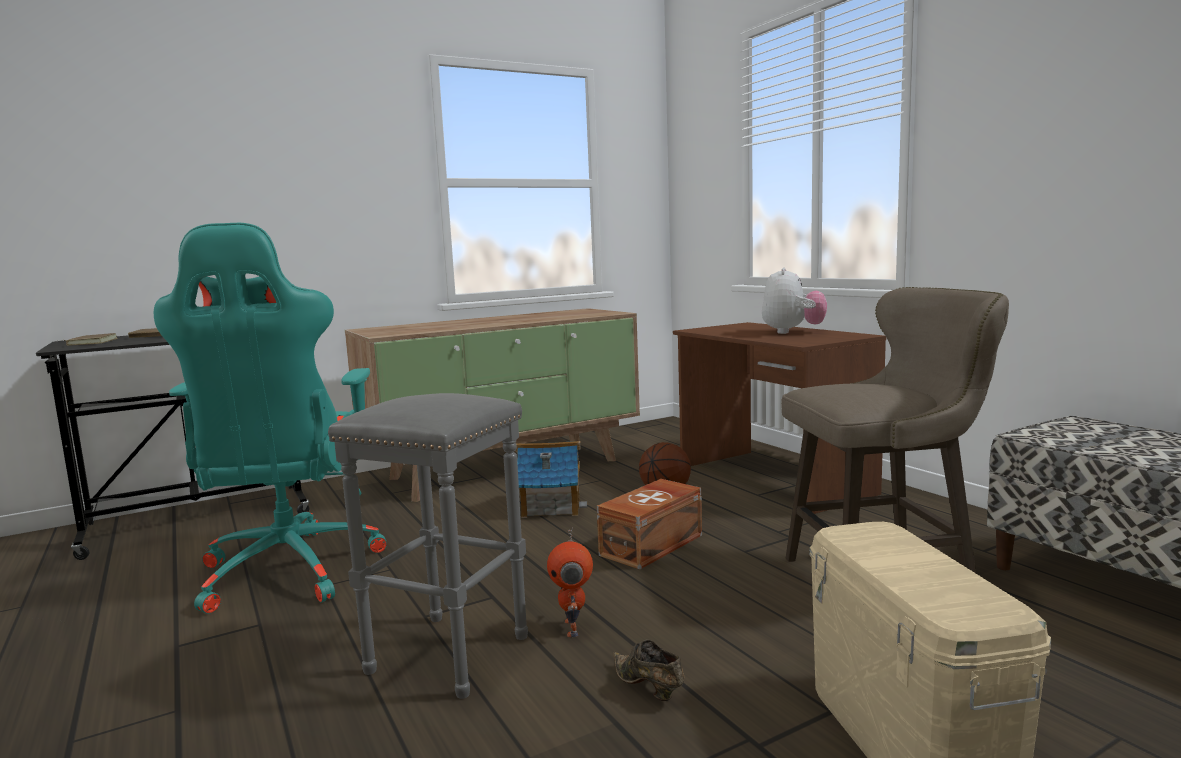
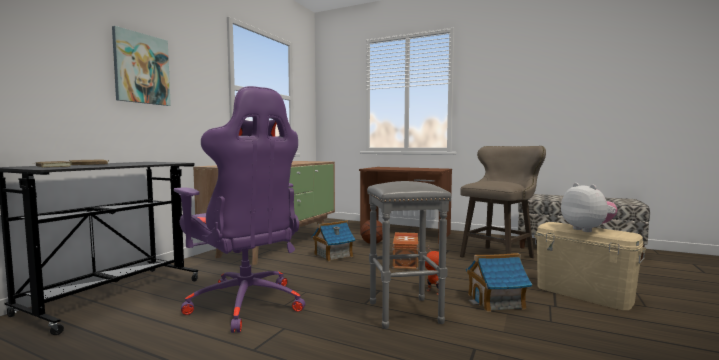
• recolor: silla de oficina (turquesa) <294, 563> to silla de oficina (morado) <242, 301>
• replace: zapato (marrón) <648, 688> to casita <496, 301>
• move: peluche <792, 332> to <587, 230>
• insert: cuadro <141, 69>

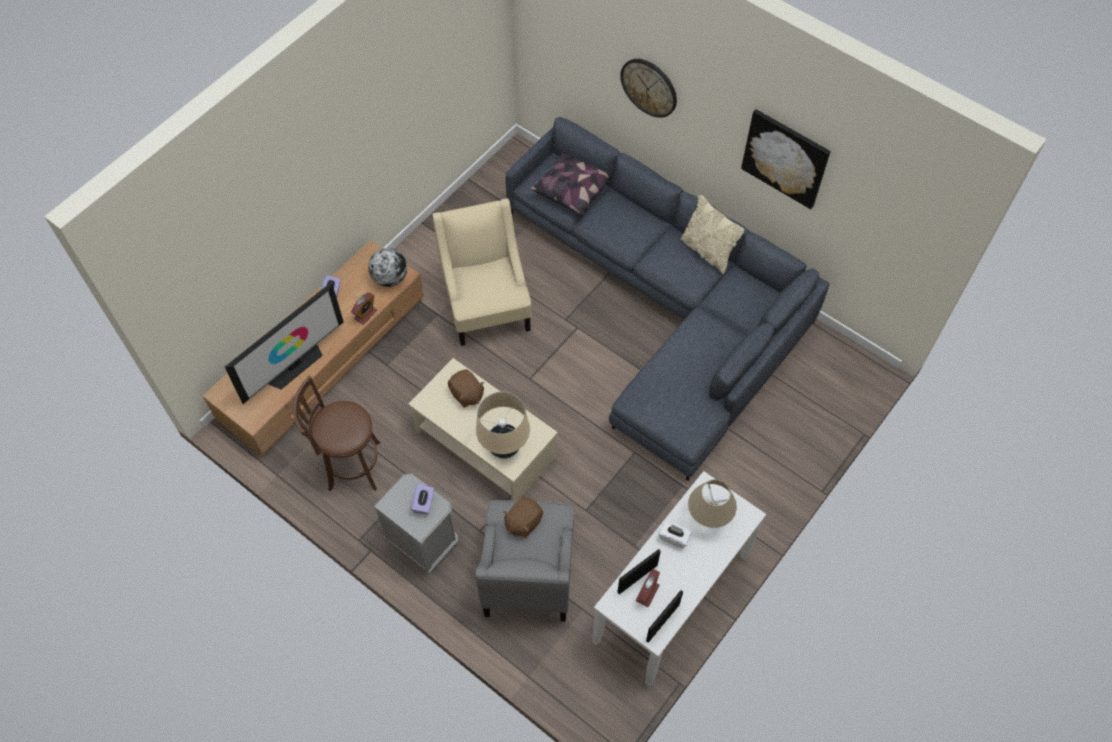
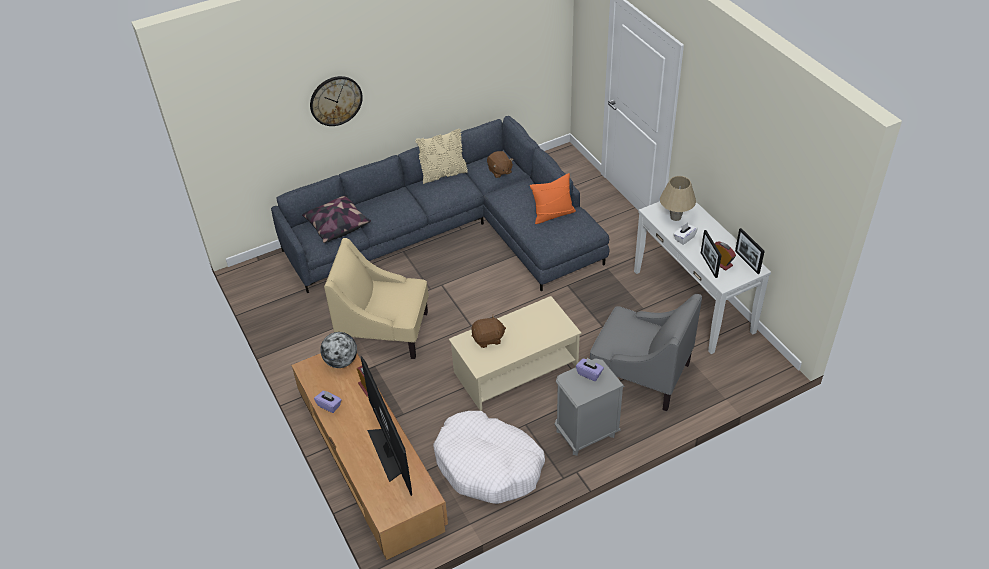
• replace: taburete (marrón) <350, 465> to cama para perro (blanco) <488, 465>
• delete: lámpara de mesa (beis) <504, 447>
• move: peluche (marrón) <523, 522> to <499, 171>
• delete: cuadro <785, 158>
• insert: cojín (naranja) <553, 214>

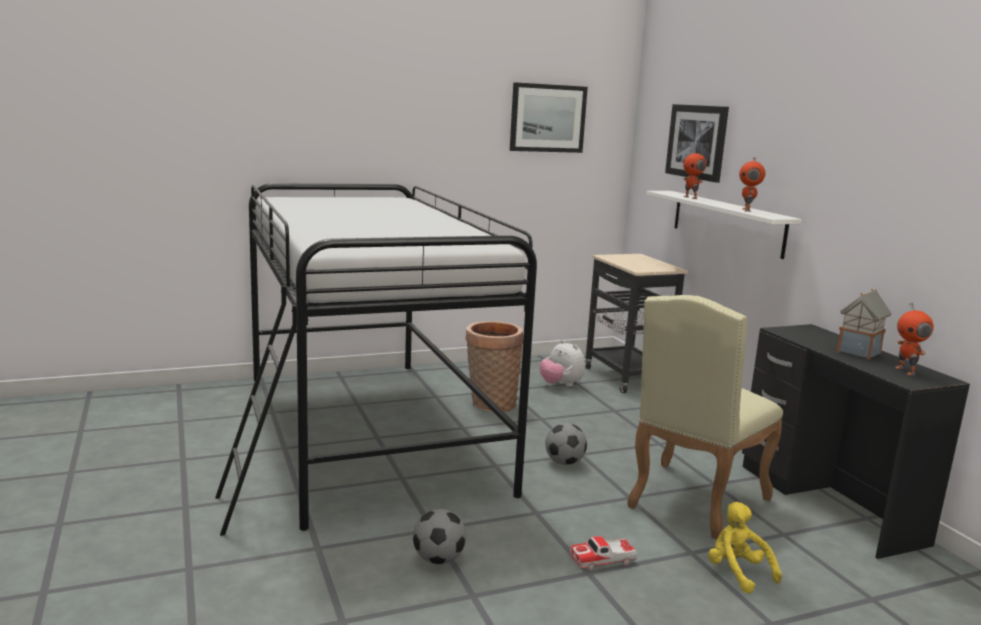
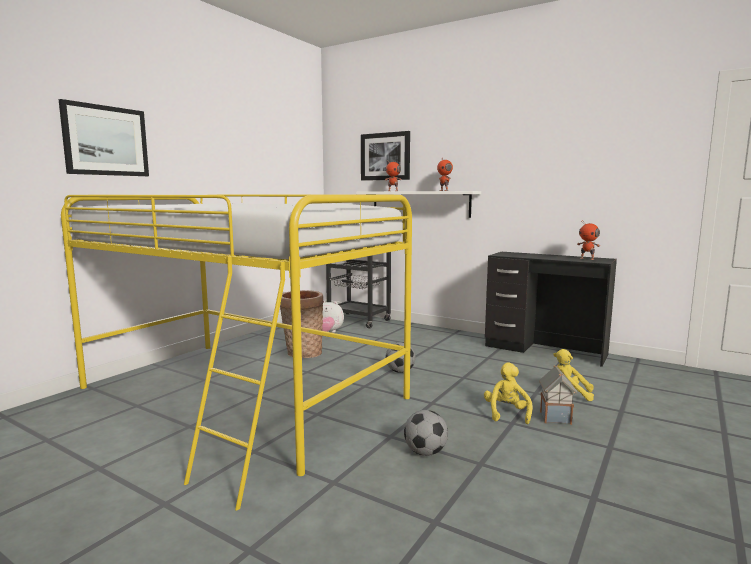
• recolor: cama (negro) <365, 432> to cama (amarillo) <241, 395>
• move: cuadro <547, 118> to <106, 141>
• replace: coche de juguete <602, 560> to peluche (amarillo) <506, 413>
• delete: silla (beis) <692, 502>
• move: casita <858, 352> to <555, 417>

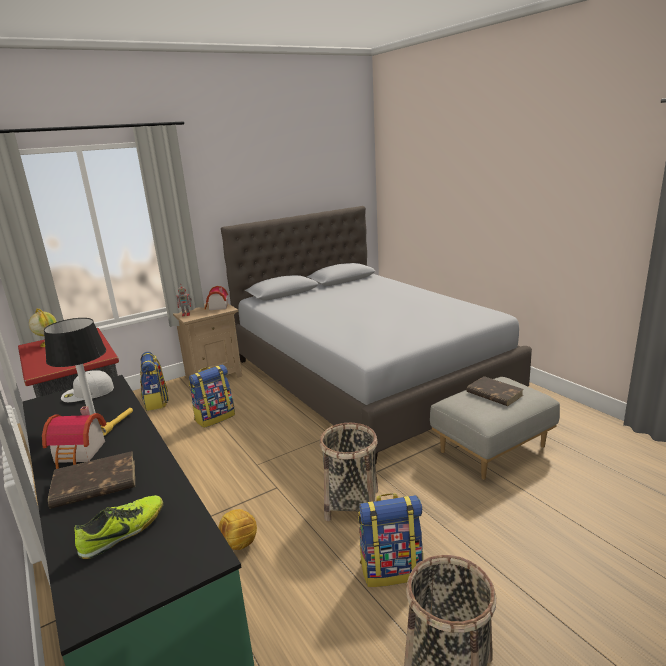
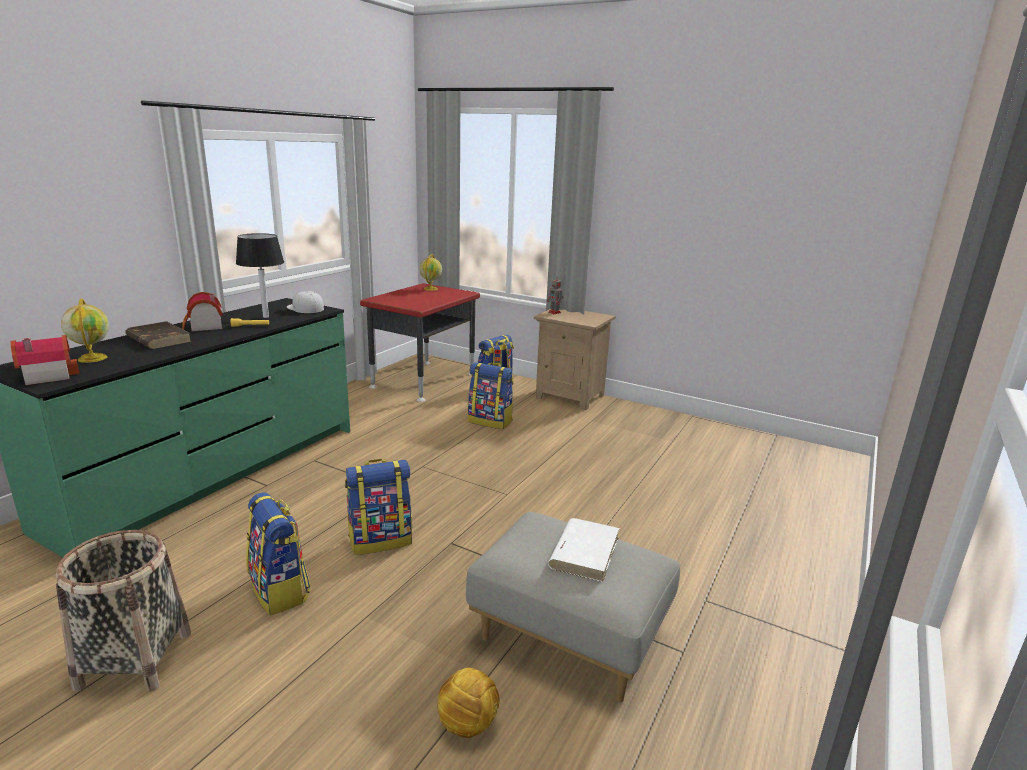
• replace: zapato <124, 532> to globo terráqueo <92, 358>
• move: casita <217, 307> to <46, 375>
• move: balón de fútbol <239, 543> to <468, 724>
• delete: cama (gris) <367, 376>
• replace: cesta <352, 504> to mochila <381, 540>
• recolor: libro (marrón) <494, 394> to libro (blanco) <584, 552>

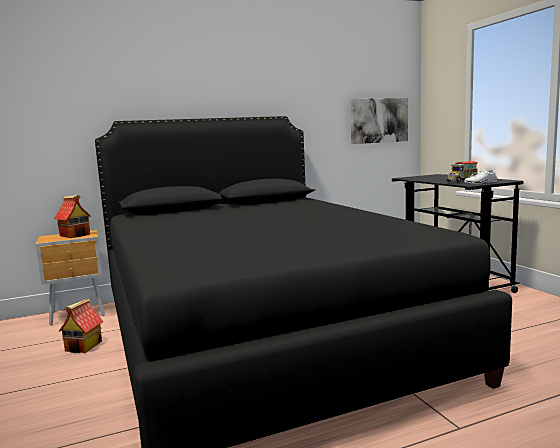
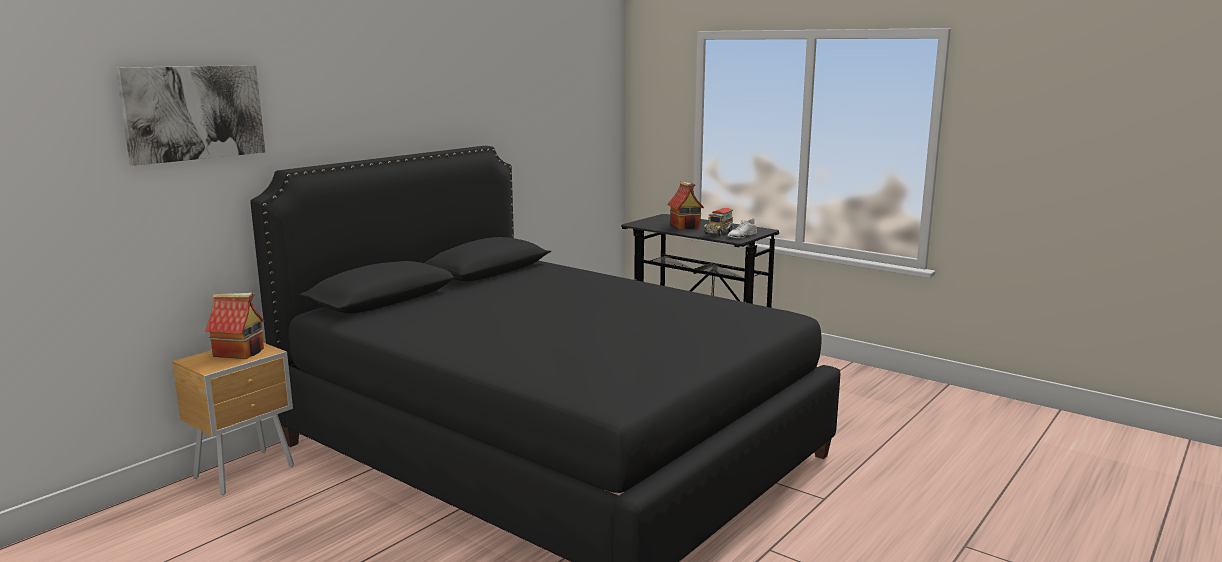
• move: casita <84, 346> to <685, 226>
• move: cuadro <379, 120> to <193, 112>

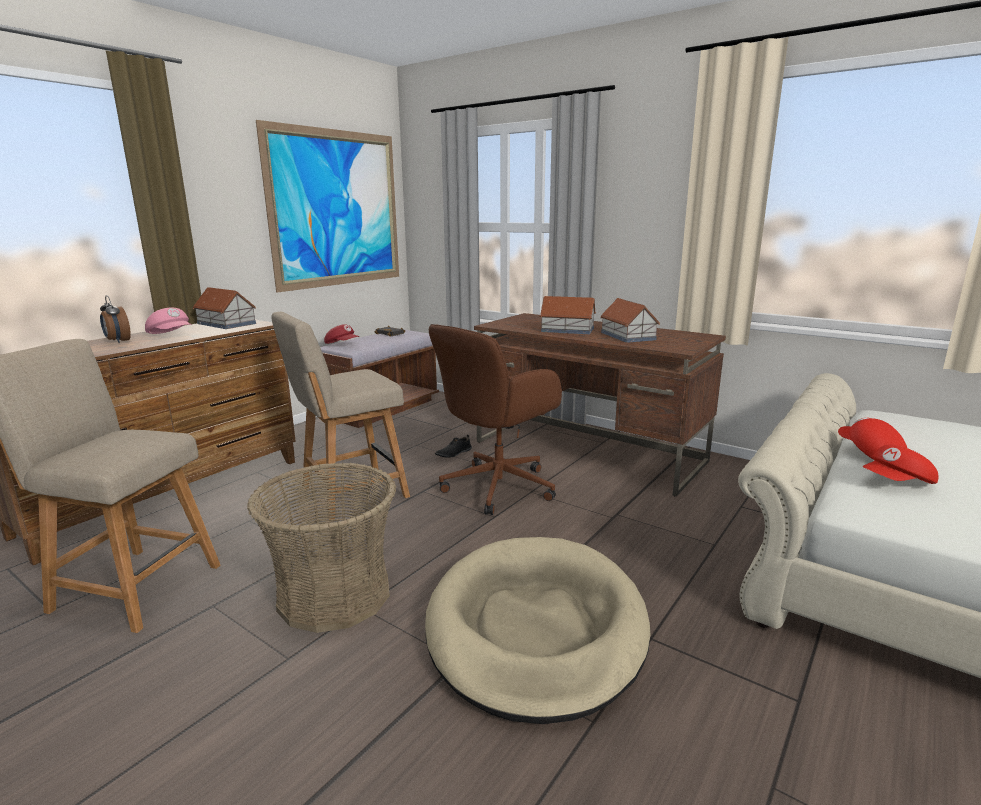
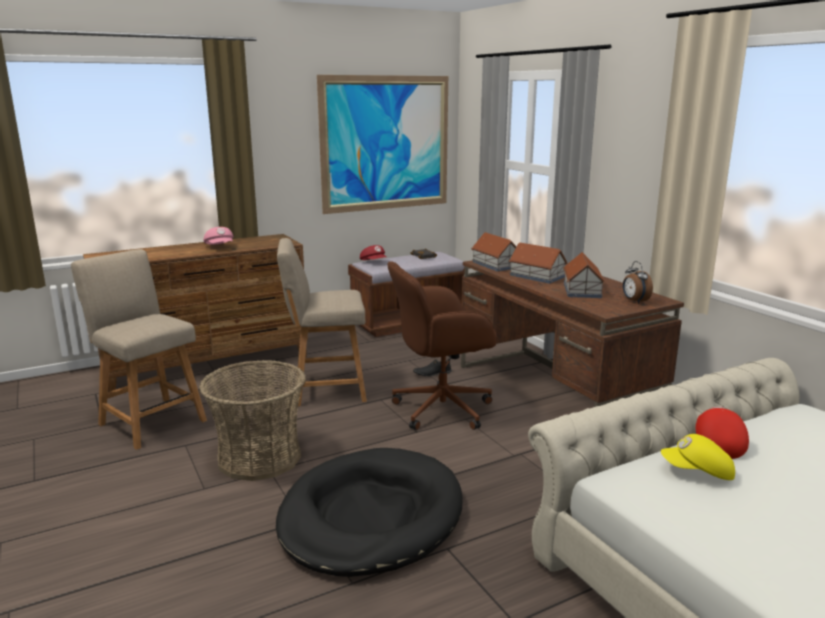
• move: despertador <118, 341> to <634, 301>
• move: casita <226, 324> to <496, 265>
• recolor: cama para perro (beis) <536, 628> to cama para perro (negro) <371, 516>
• recolor: gorra (rojo) <897, 483> to gorra (amarillo) <697, 472>

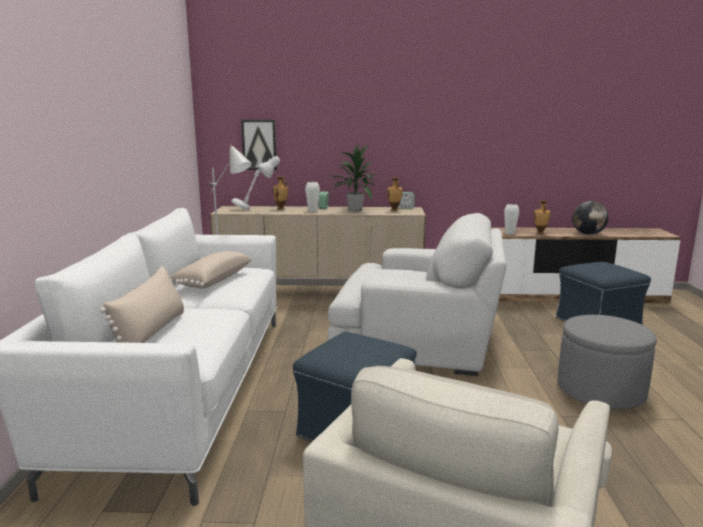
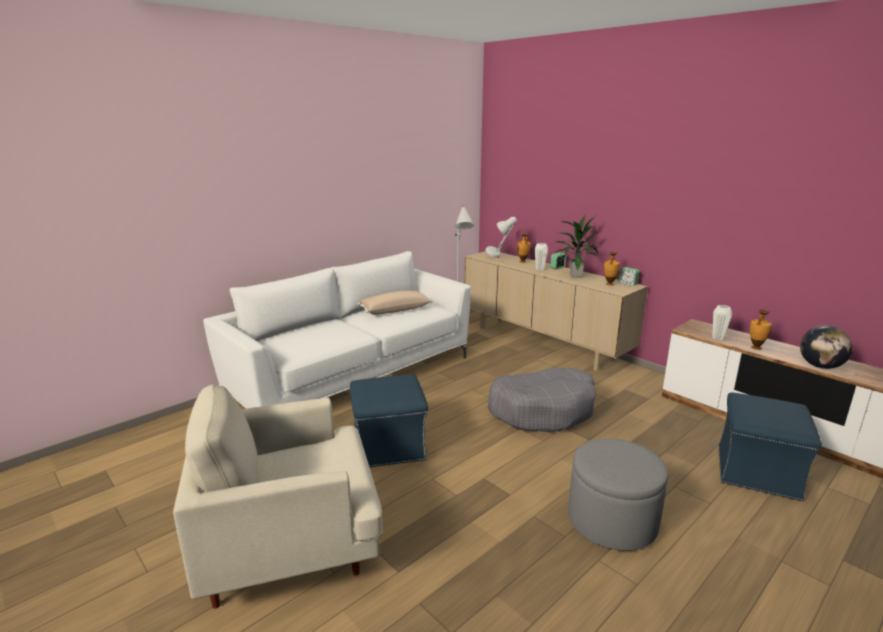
• delete: cojín (beis) <151, 332>
• delete: cuadro <259, 144>
• replace: sillón (blanco) <419, 341> to cama para perro (gris) <542, 410>

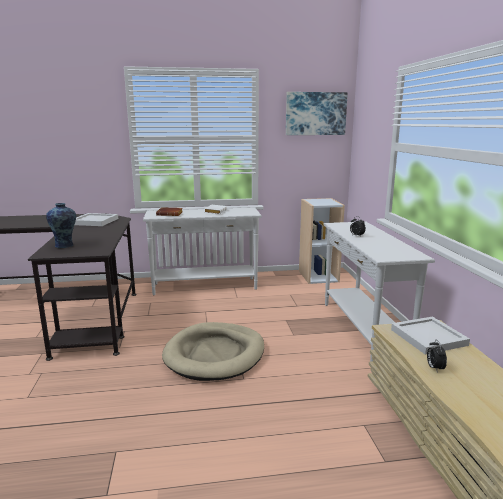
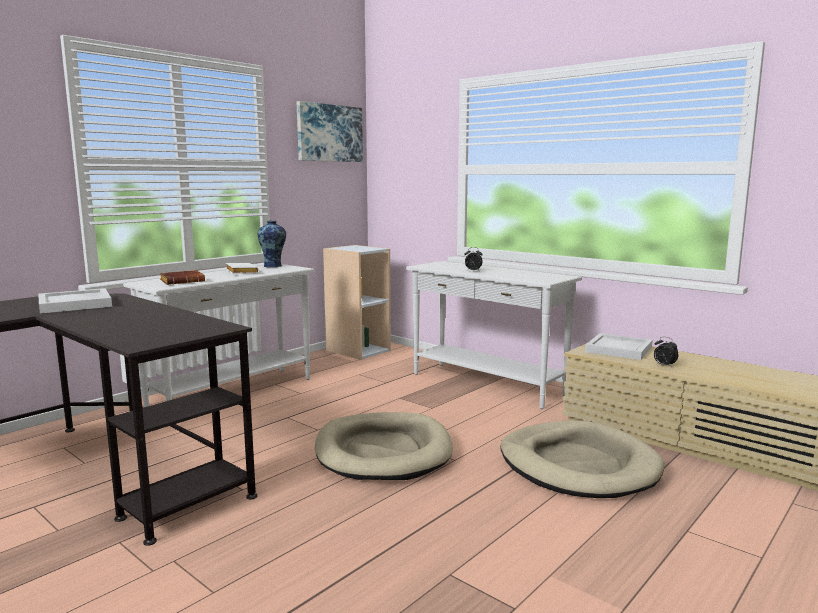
• move: florero <65, 245> to <273, 266>
• insert: cama para perro (beis) <578, 465>

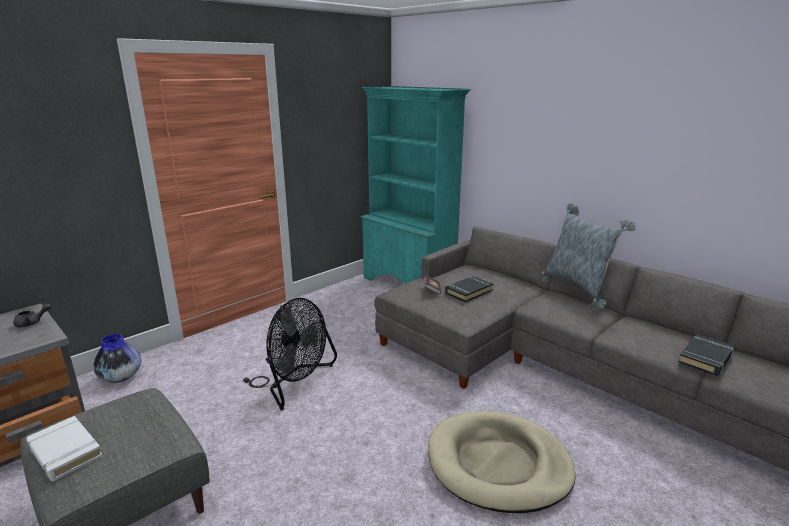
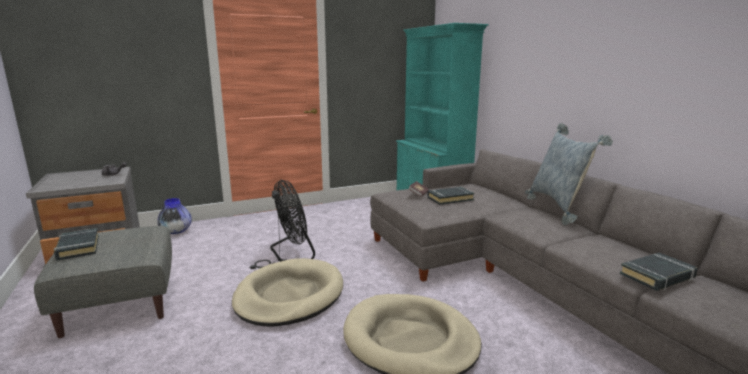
• recolor: libro (blanco) <65, 452> to libro (negro) <78, 247>
• rotate: ventilador (negro) <292, 383> = <286, 254> 75 degrees counterclockwise
• insert: cama para perro (beis) <289, 296>

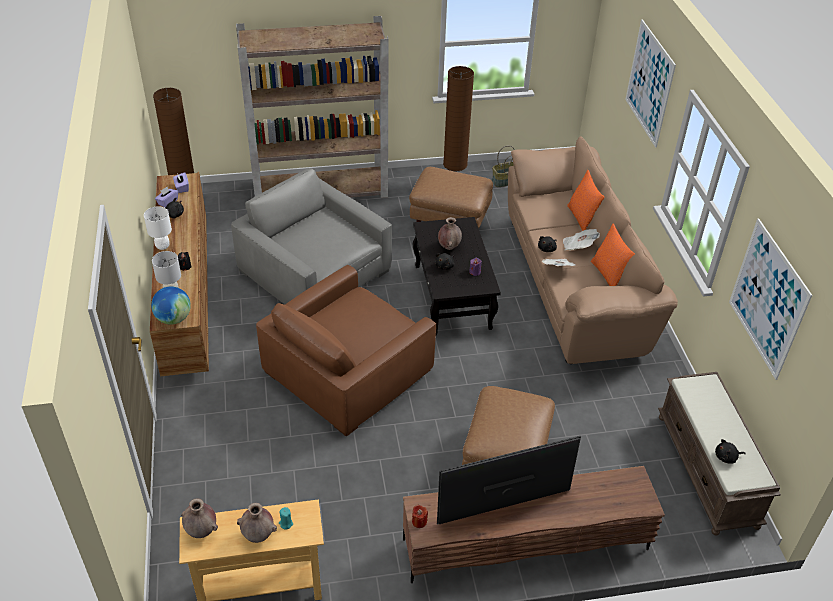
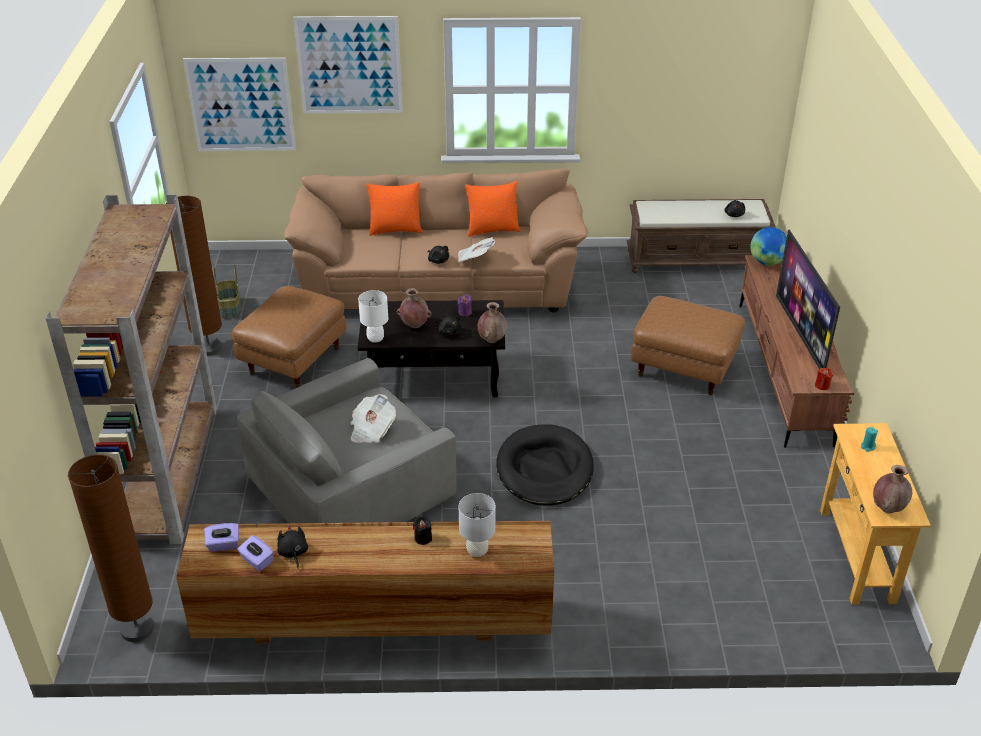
• move: lámpara de mesa (blanco) <163, 247> to <376, 339>
• move: globo terráqueo <173, 319> to <767, 262>
• move: florero (marrón) <258, 535> to <492, 339>
• replace: sillón (marrón) <348, 371> to cama para perro (negro) <544, 469>
• move: periódico <578, 246> to <371, 430>
• move: cuadro <768, 298> to <241, 105>

